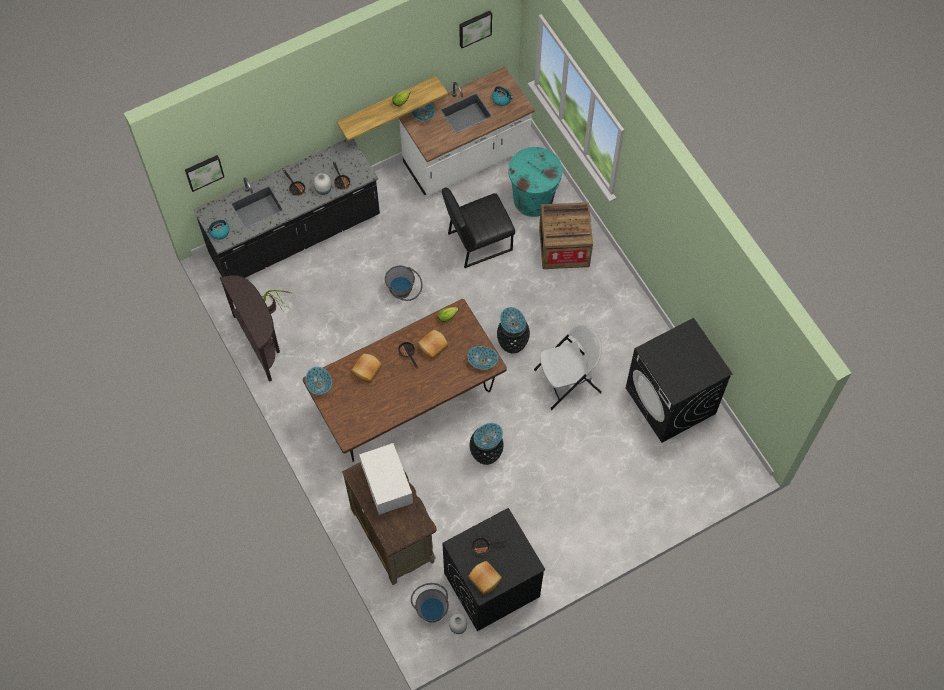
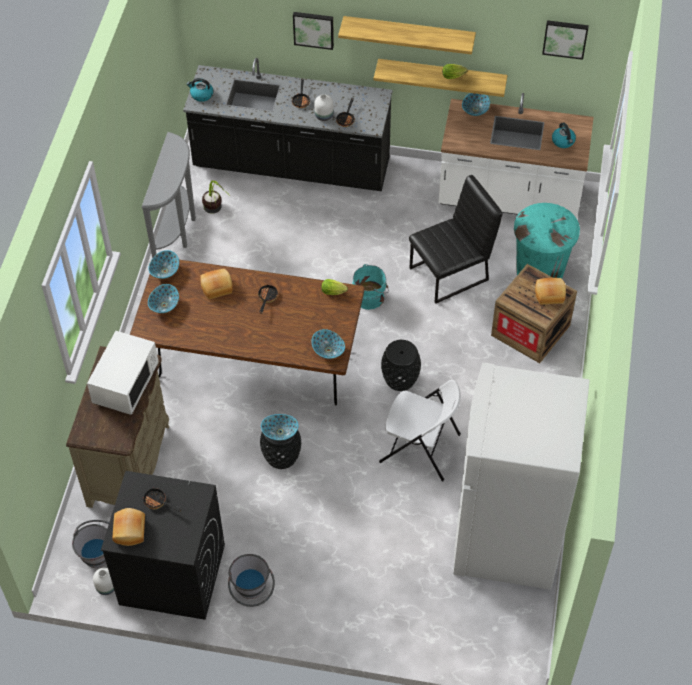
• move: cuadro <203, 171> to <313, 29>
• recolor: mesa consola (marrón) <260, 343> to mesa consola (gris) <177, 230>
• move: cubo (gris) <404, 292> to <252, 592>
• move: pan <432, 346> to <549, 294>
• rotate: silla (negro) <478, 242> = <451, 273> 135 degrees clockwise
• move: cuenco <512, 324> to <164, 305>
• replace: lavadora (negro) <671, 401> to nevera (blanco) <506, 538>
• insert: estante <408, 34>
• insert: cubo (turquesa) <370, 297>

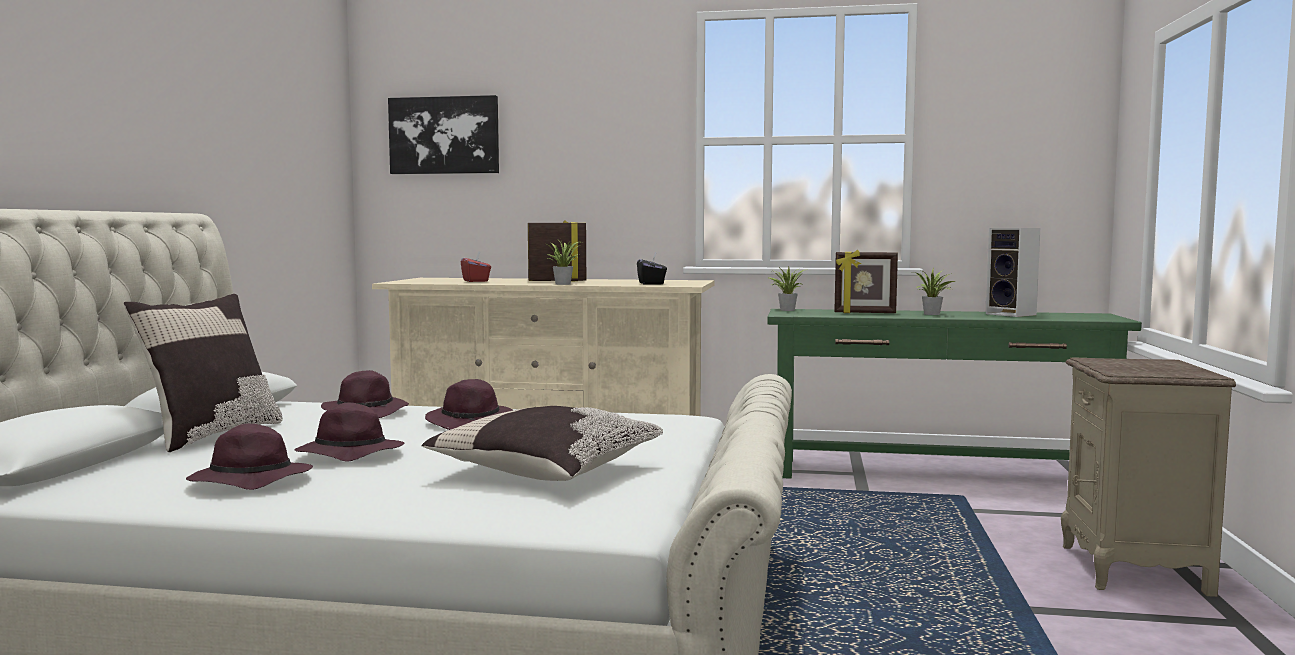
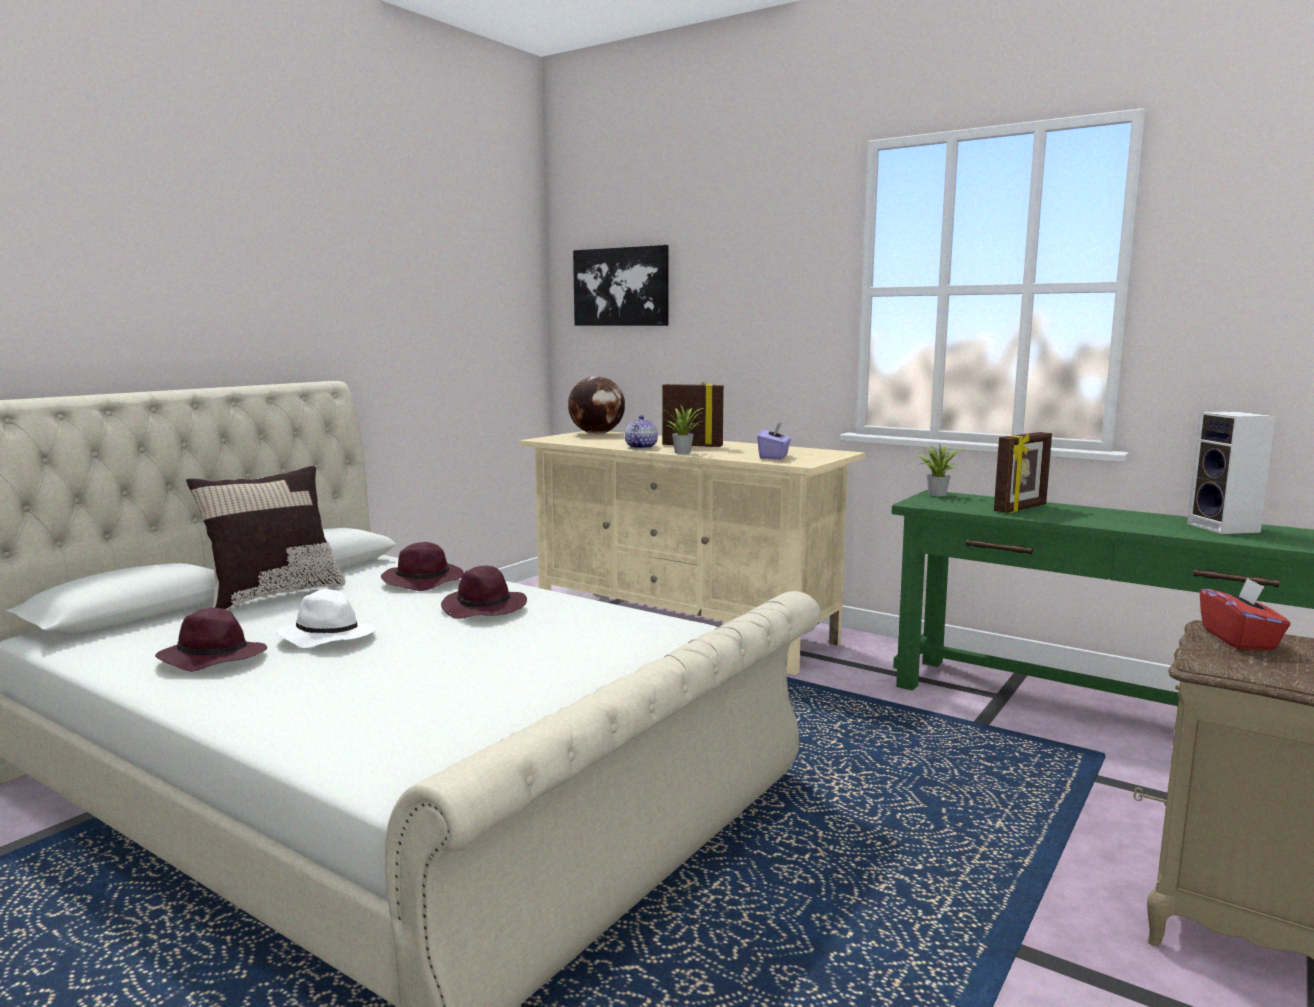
• recolor: sombrero (morado) <348, 454> to sombrero (blanco) <326, 637>
• delete: cojín <547, 472>
• move: caja de pañuelos (rojo) <476, 281> to <1239, 640>
• recolor: caja de pañuelos (negro) <651, 283> to caja de pañuelos (morado) <774, 457>
• rotate: portarretratos <865, 313> = <1021, 509> 75 degrees counterclockwise
• delete: planta en maceta <933, 314>
• insert: globo terráqueo <597, 434>
• insert: tetera <640, 447>

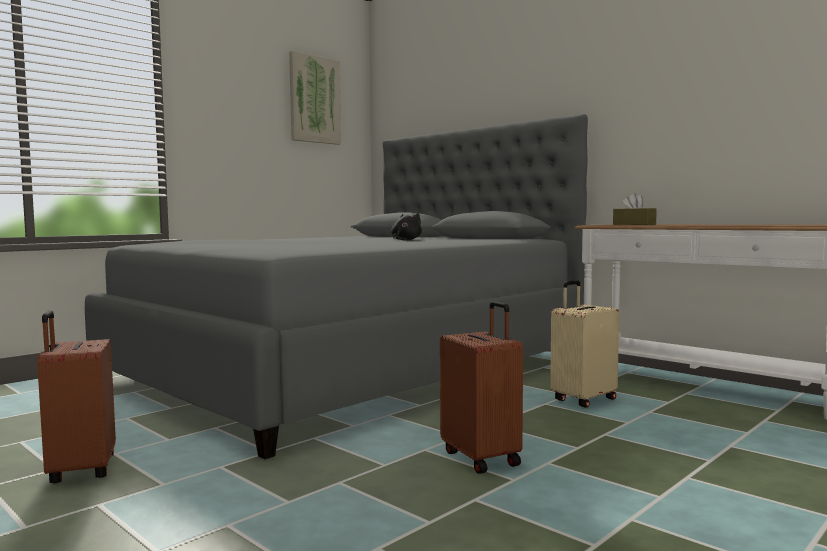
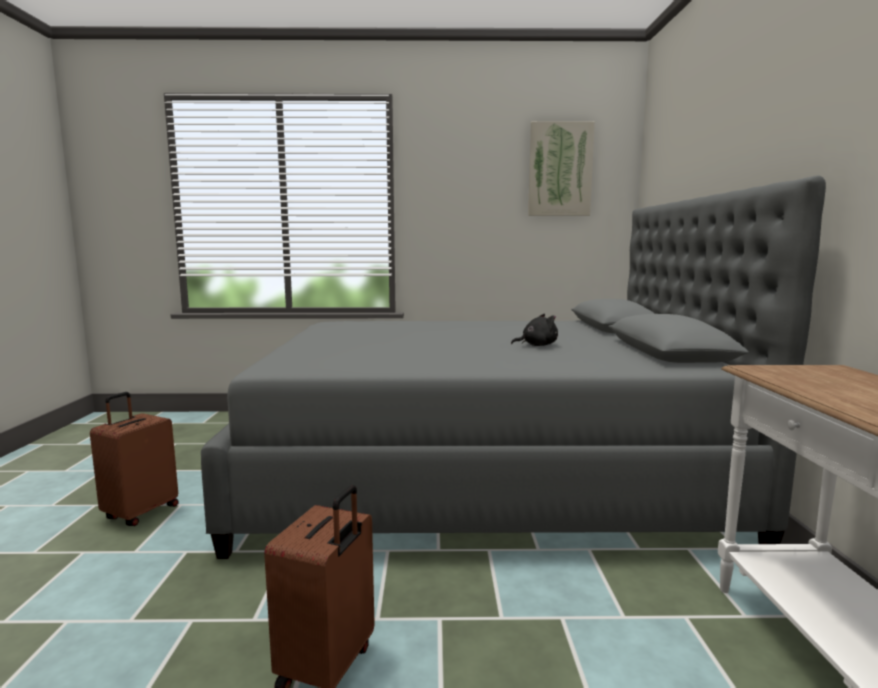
• delete: maleta (beis) <583, 400>
• delete: caja de pañuelos (marrón) <634, 224>

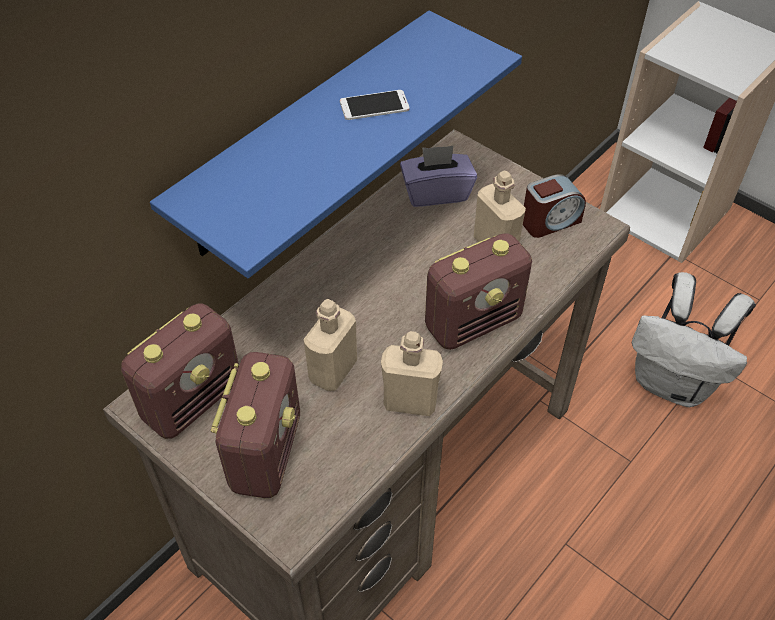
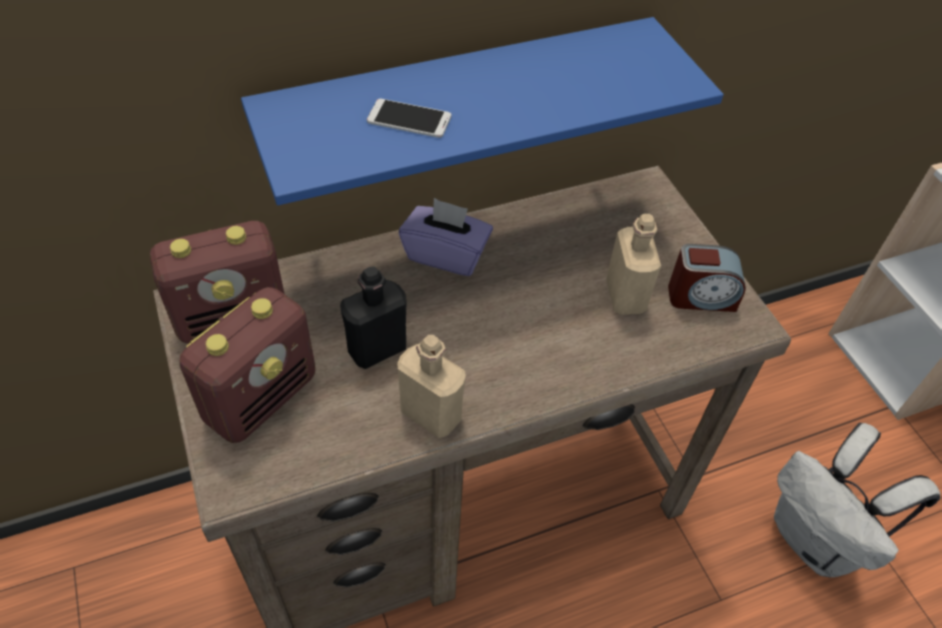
• recolor: botella (beis) <333, 370> to botella (negro) <377, 349>
• move: móvil <374, 106> to <409, 119>
• move: caja de pañuelos (morado) <436, 192> to <446, 254>
• delete: radio <474, 321>

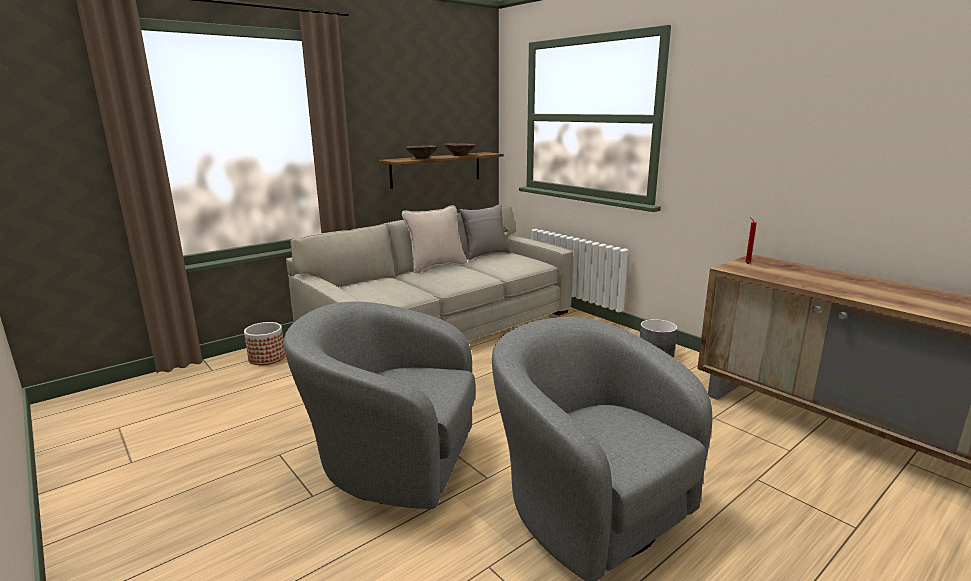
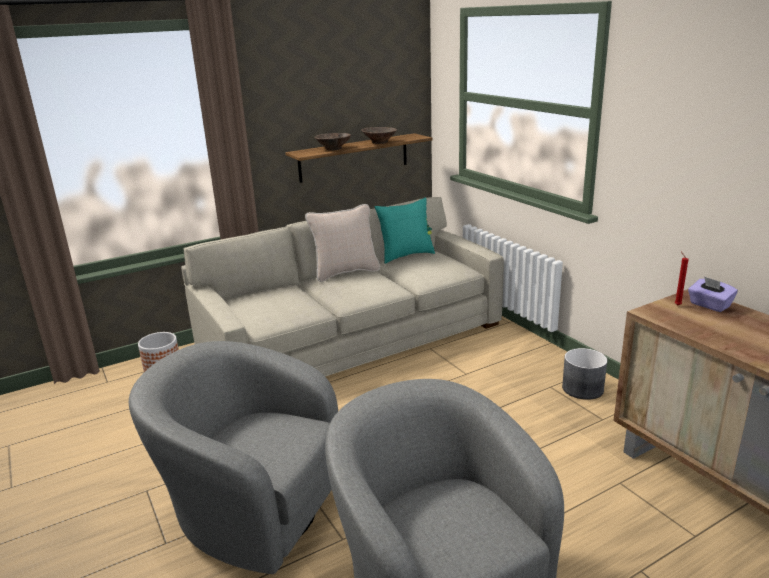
• recolor: cojín (gris) <485, 255> to cojín (turquesa) <406, 256>
• insert: caja de pañuelos (morado) <709, 305>

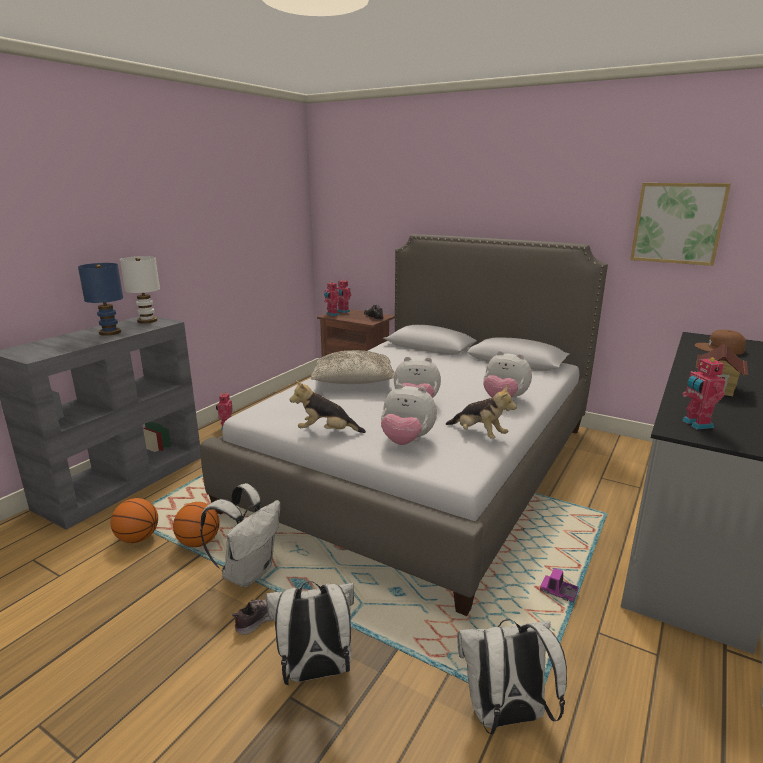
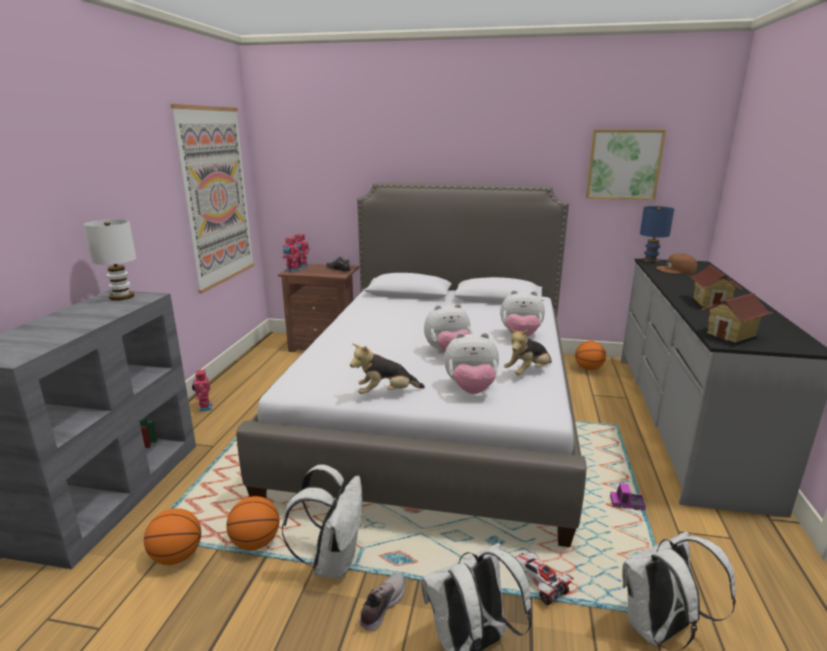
• move: lámpara de mesa (azul) <109, 332> to <649, 261>
• delete: cojín (beis) <354, 382>
• rotate: peluche <479, 435> = <528, 372> 120 degrees clockwise
• replace: robot de juguete <695, 424> to casita <731, 335>
• insert: cuadro <217, 197>
• insert: coche de juguete <538, 583>
• insert: balón de baloncesto <588, 368>

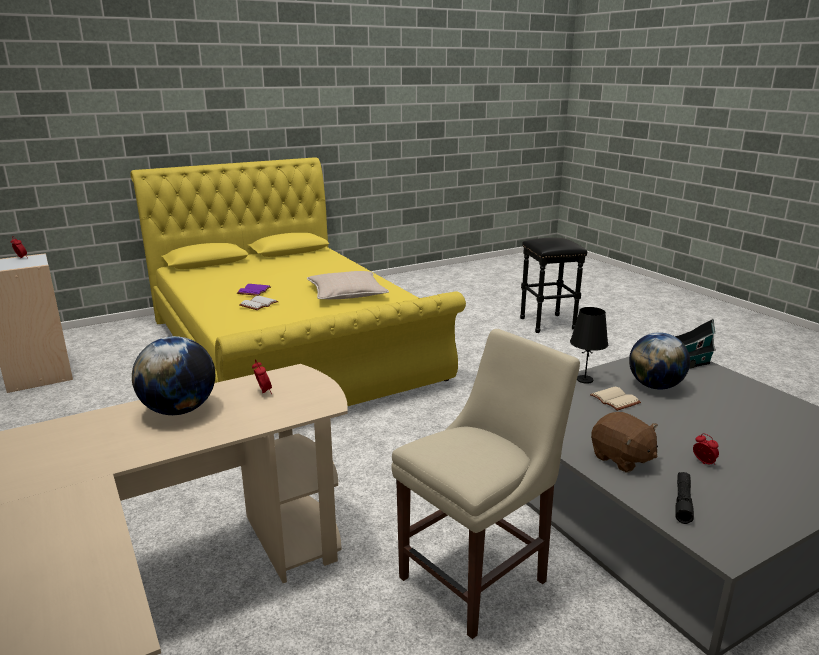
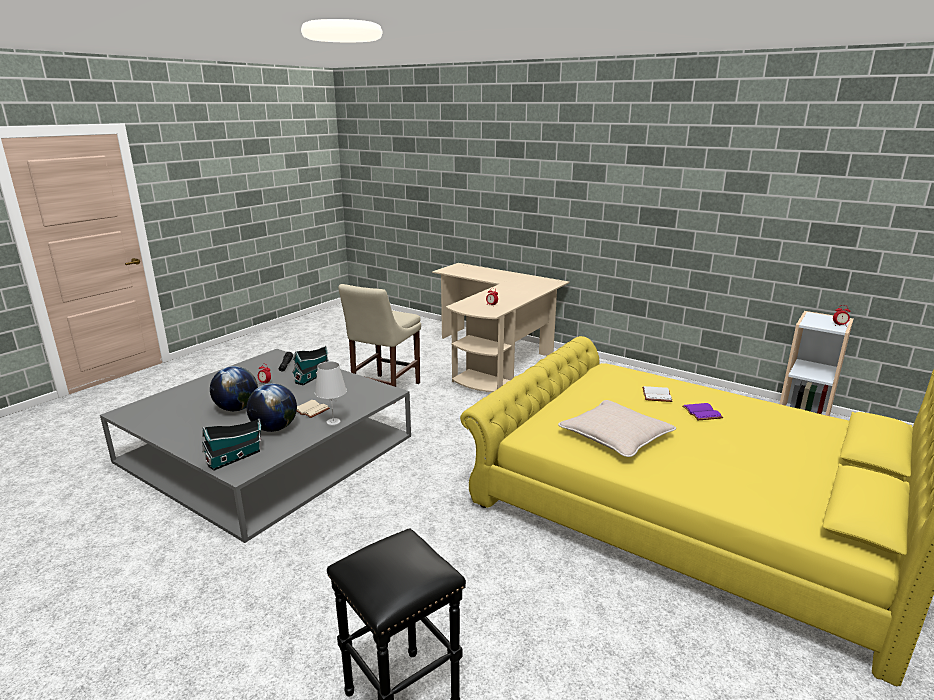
• move: globo terráqueo <179, 410> to <237, 408>
• recolor: lámpara de mesa (negro) <584, 379> to lámpara de mesa (blanco) <333, 422>
• replace: peluche (marrón) <621, 458> to casita <313, 376>

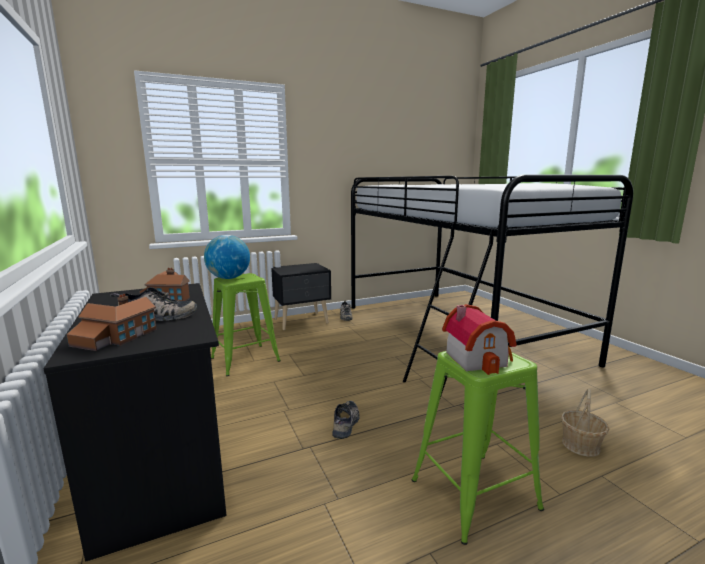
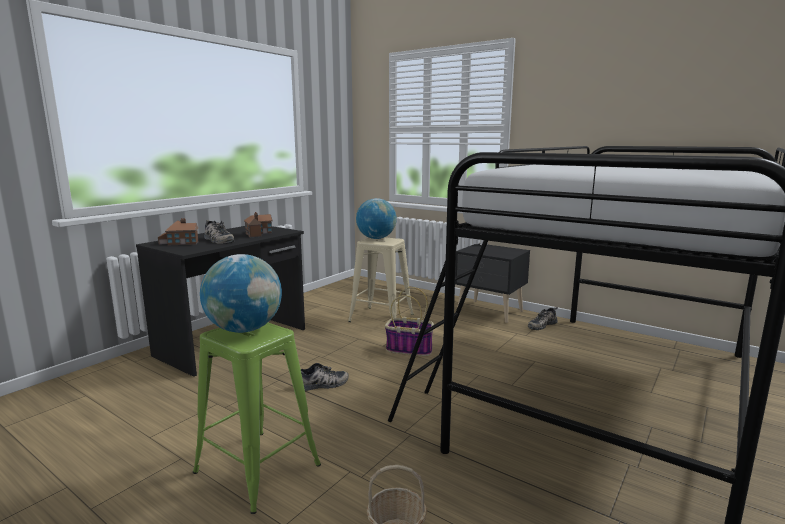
• recolor: taburete (verde) <246, 359> to taburete (beis) <381, 318>
• replace: casita <478, 358> to globo terráqueo <244, 329>
• insert: cesta <410, 349>

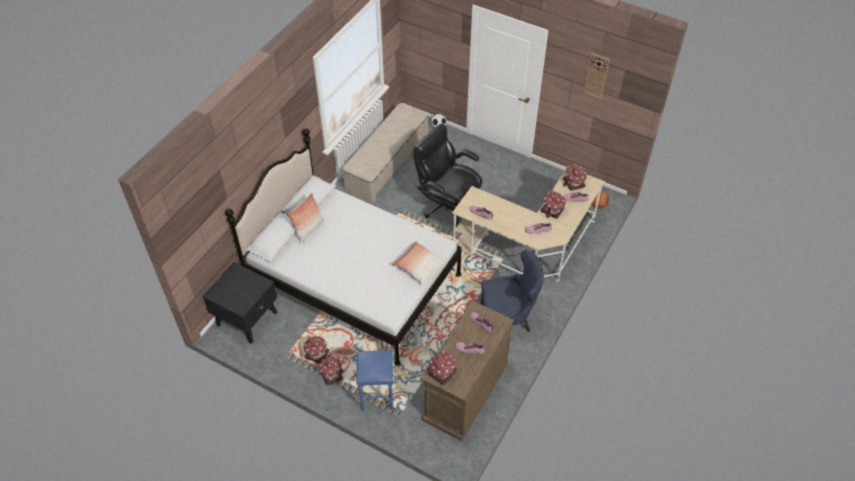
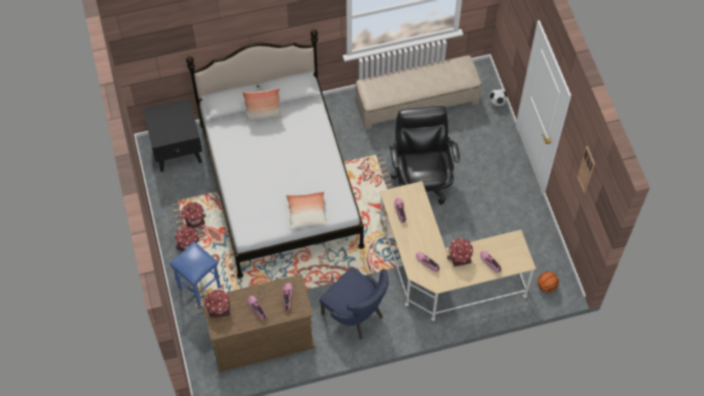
• delete: casita <574, 183>

